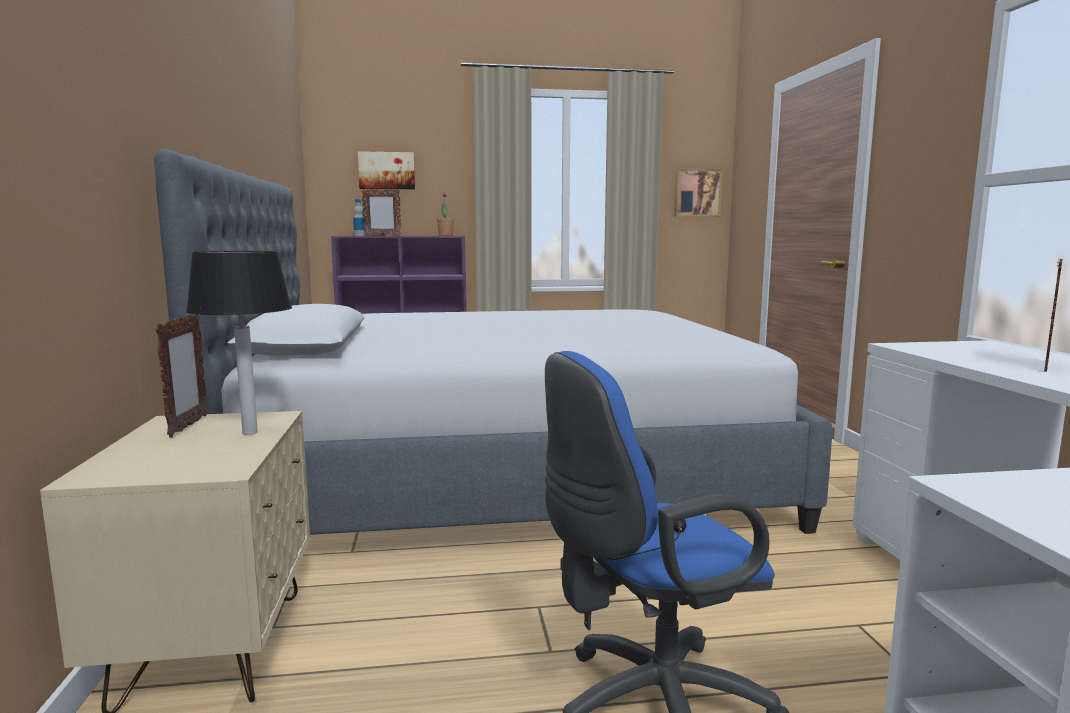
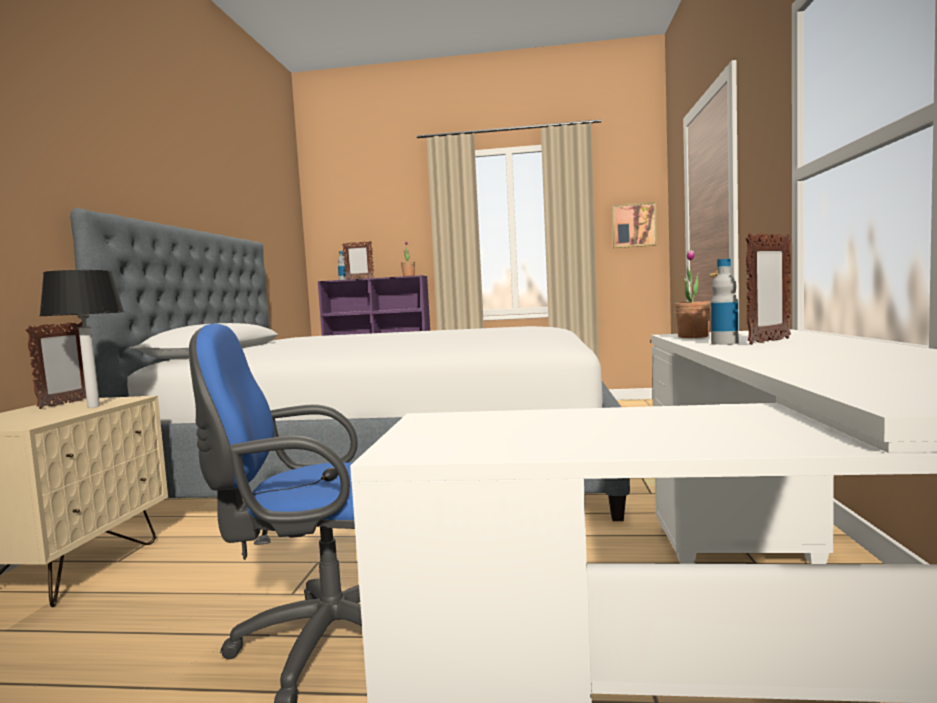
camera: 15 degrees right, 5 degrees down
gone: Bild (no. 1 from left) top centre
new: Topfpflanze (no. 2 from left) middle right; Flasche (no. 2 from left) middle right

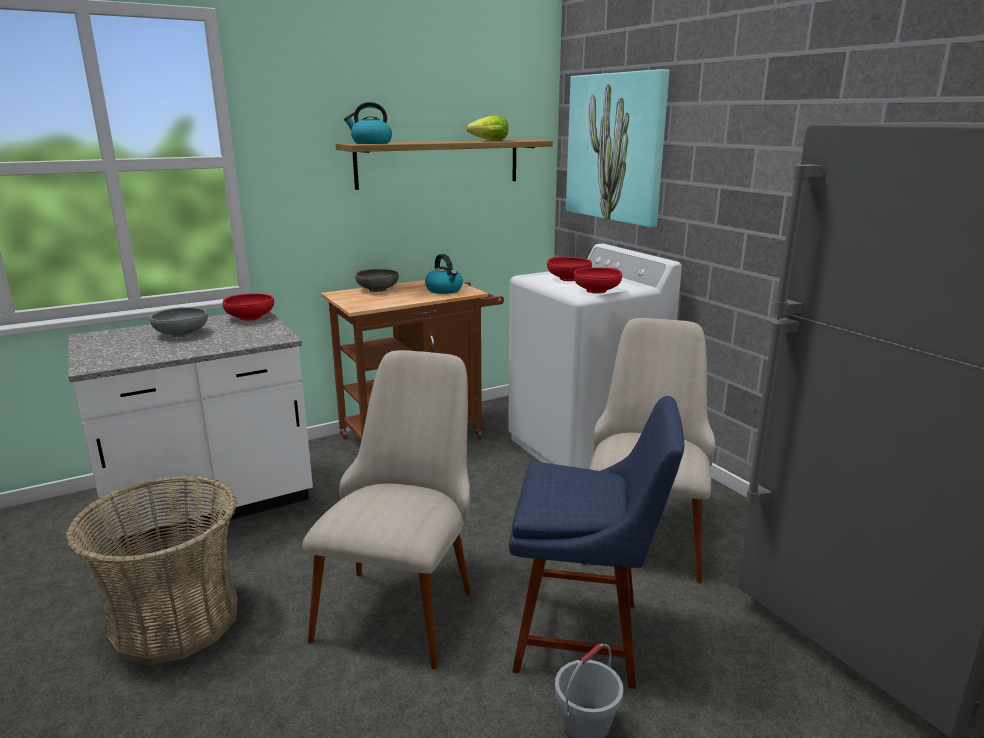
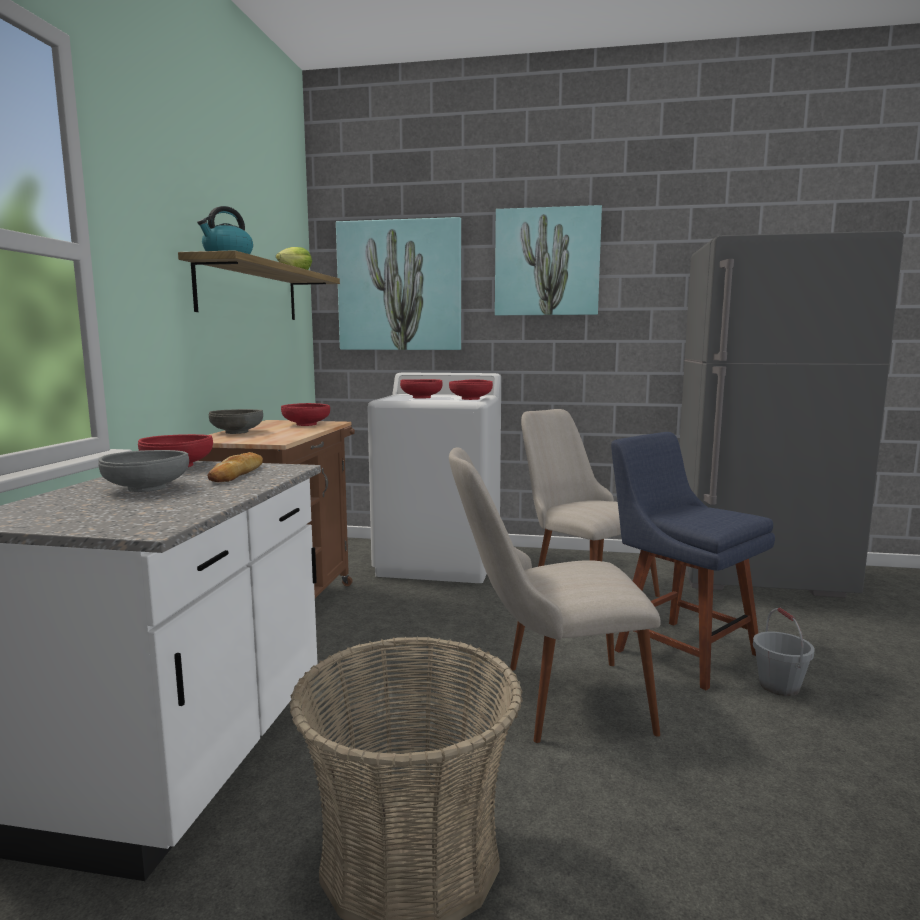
camera: 50 degrees left, 10 degrees down
new: Brot middle left; Bild (no. 2 from left) top centre
swapped: Wasserkessel (no. 2 from left) centre to Schüssel [rot] (no. 2 from left) middle left
rotated: Stuhl [beige] (no. 1 from left) bottom centre = centre 60 degrees counterclockwise; Stuhl [blau] bottom centre = middle right 90 degrees counterclockwise

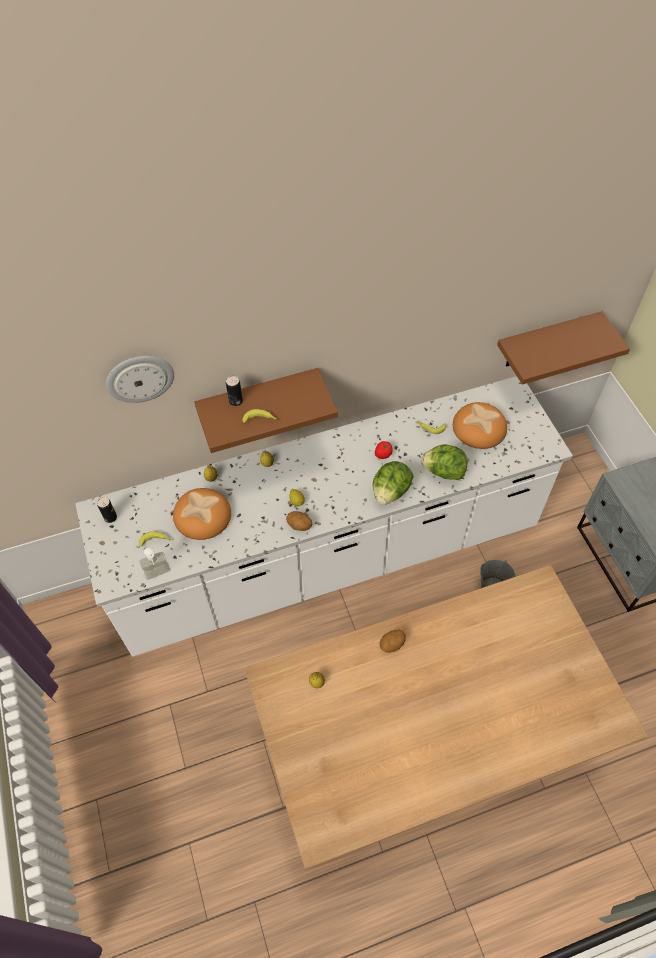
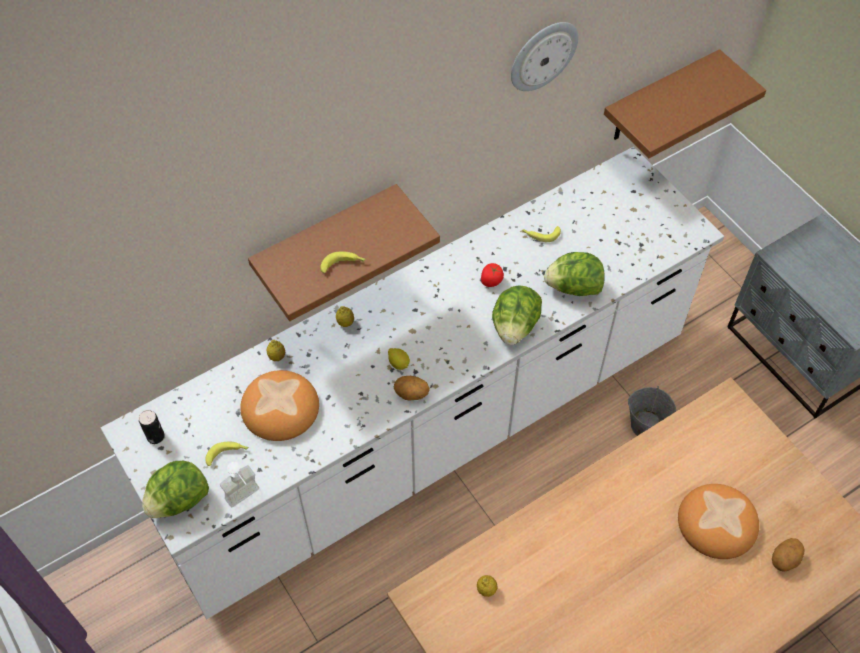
camera: 15 degrees left, 0 degrees up
gone: Dose (no. 2 from left) centre
new: Salatkopf (no. 1 from left) bottom left
shifted: Wanduhr middle left to top centre; Brot (no. 2 from left) middle right to bottom right; Kartoffel (no. 2 from left) bottom centre to bottom right

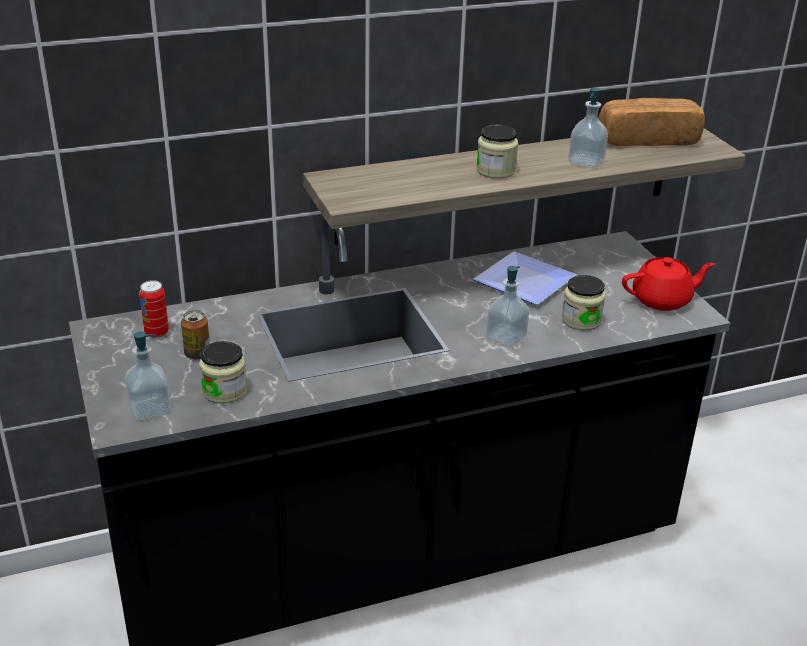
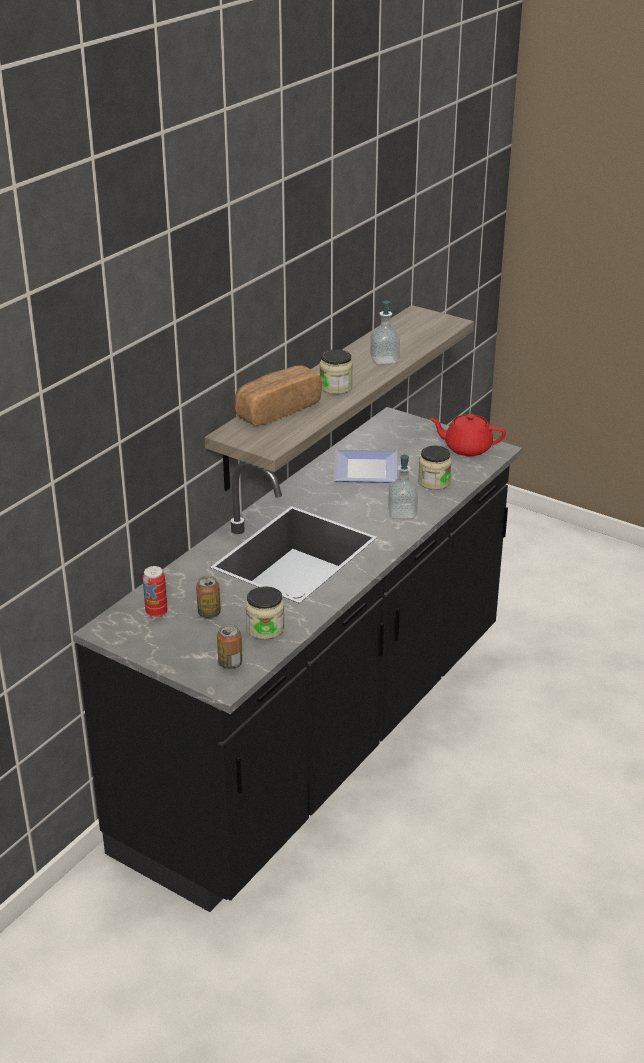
camera: 35 degrees left, 0 degrees up
shifted: Brot top right to centre
swapped: Seifenspender (no. 1 from left) middle left to Dose (no. 3 from left) centre
rotated: Teekanne [rot] middle right = middle right 120 degrees counterclockwise

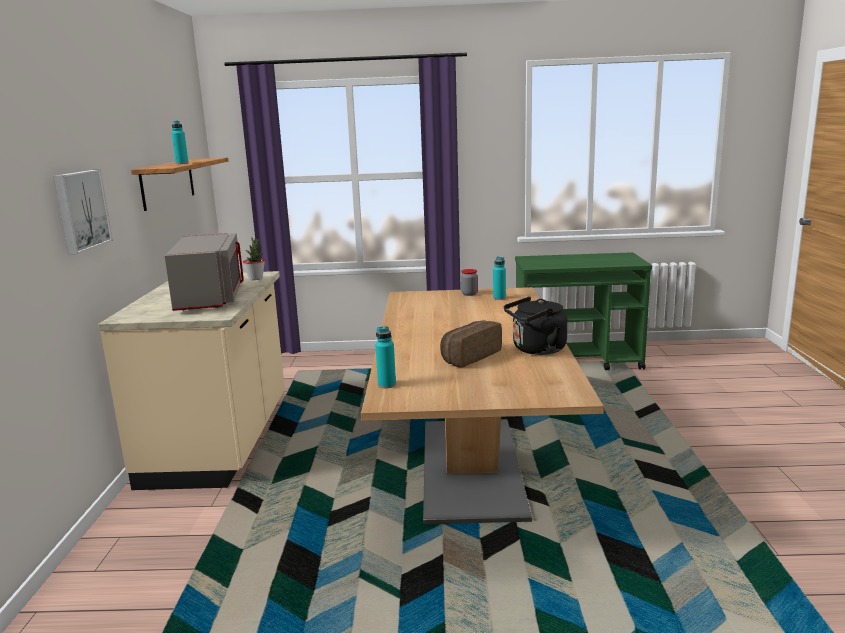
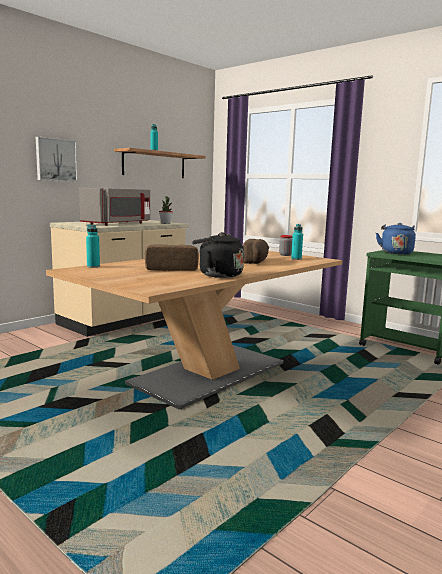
camera: 40 degrees right, 5 degrees down
new: Brot (no. 2 from left) centre; Wasserkessel [blau] middle right

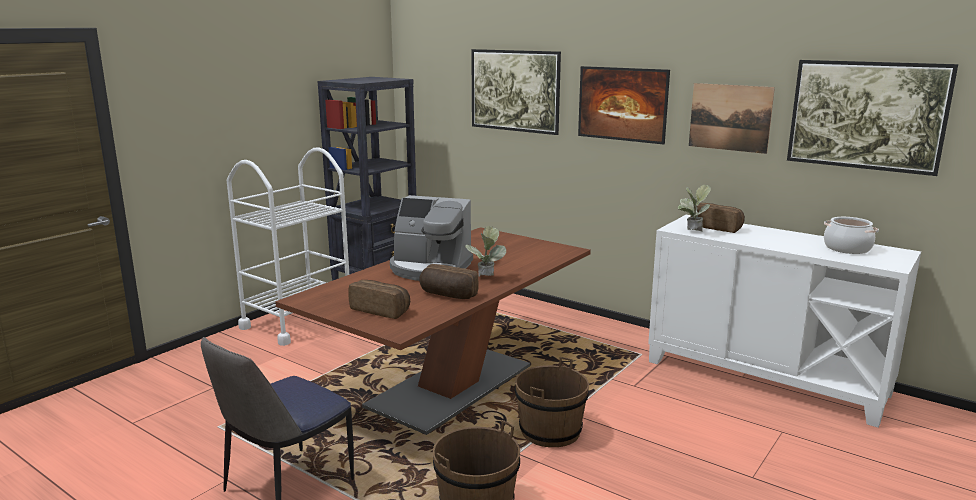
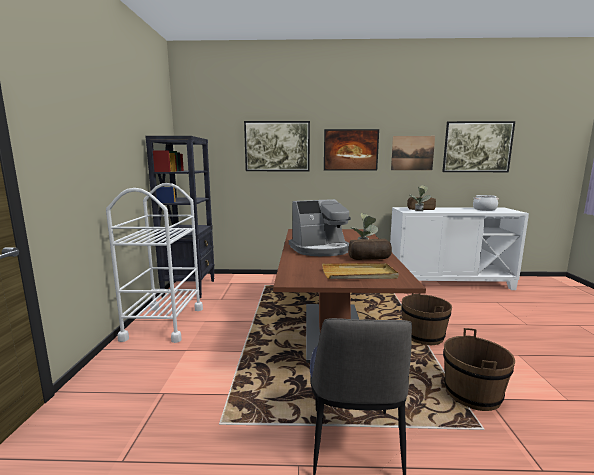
camera: 35 degrees left, 5 degrees down
swapped: Brot (no. 1 from left) centre to Tablett [beige] centre

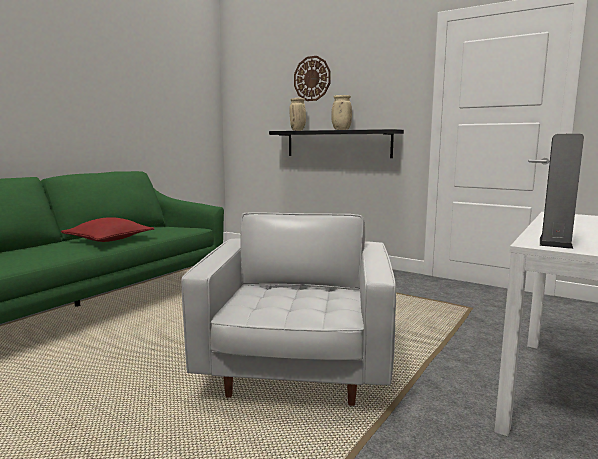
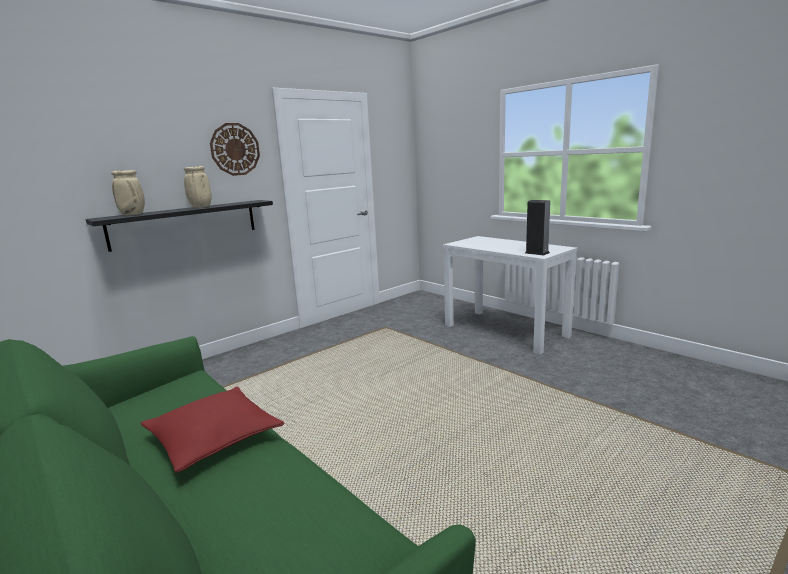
camera: 75 degrees left, 5 degrees up
gone: Sessel [weiß] bottom centre
shifted: Wanduhr top centre to top left

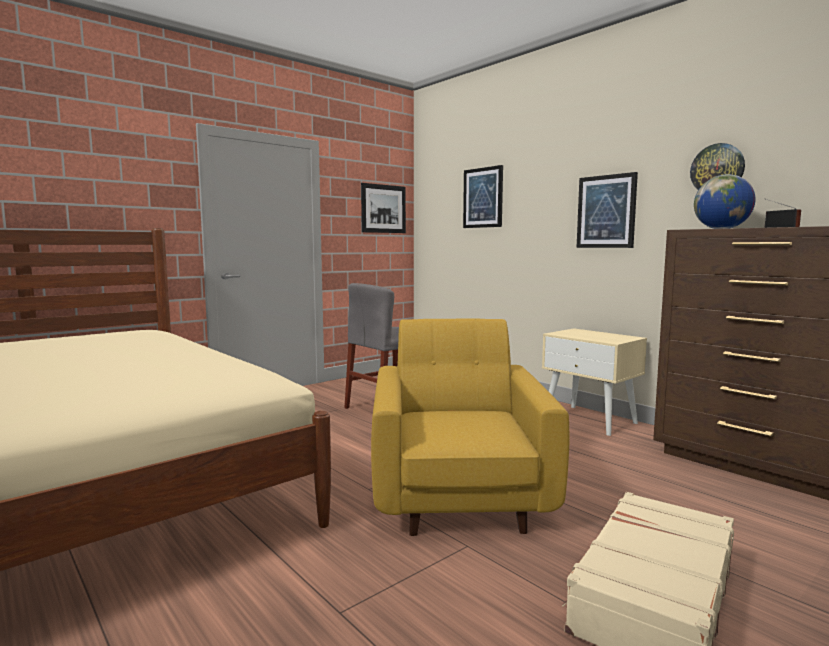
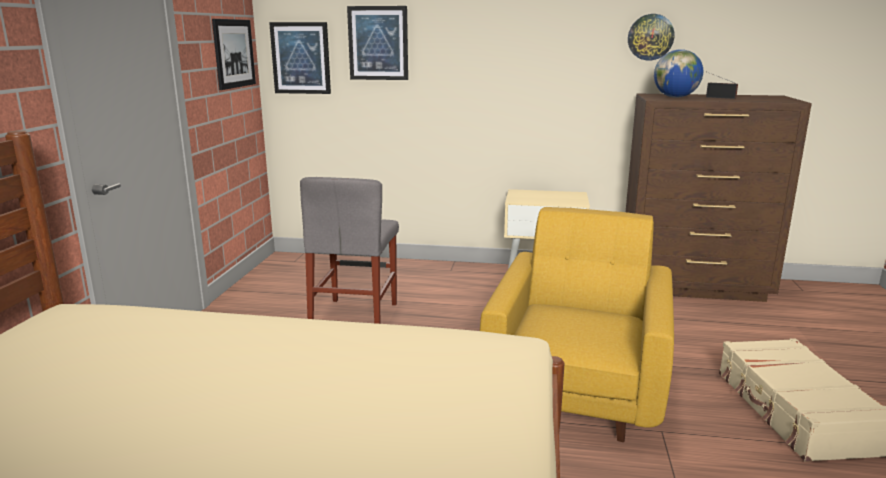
camera: 40 degrees left, 10 degrees up
shifted: Bild (no. 3 from left in the first image) top right to Bild (no. 2 from left) top centre
rotated: Sessel [gelb] centre = bottom centre 60 degrees clockwise

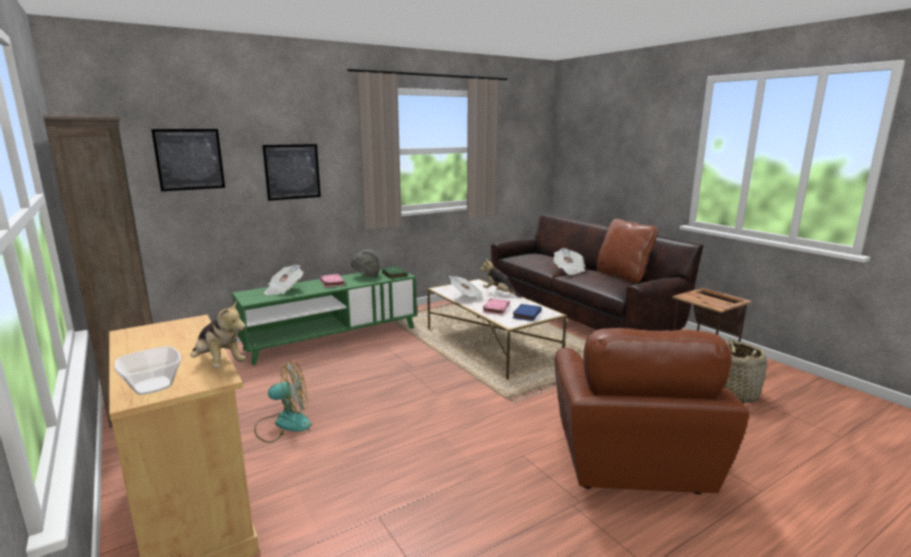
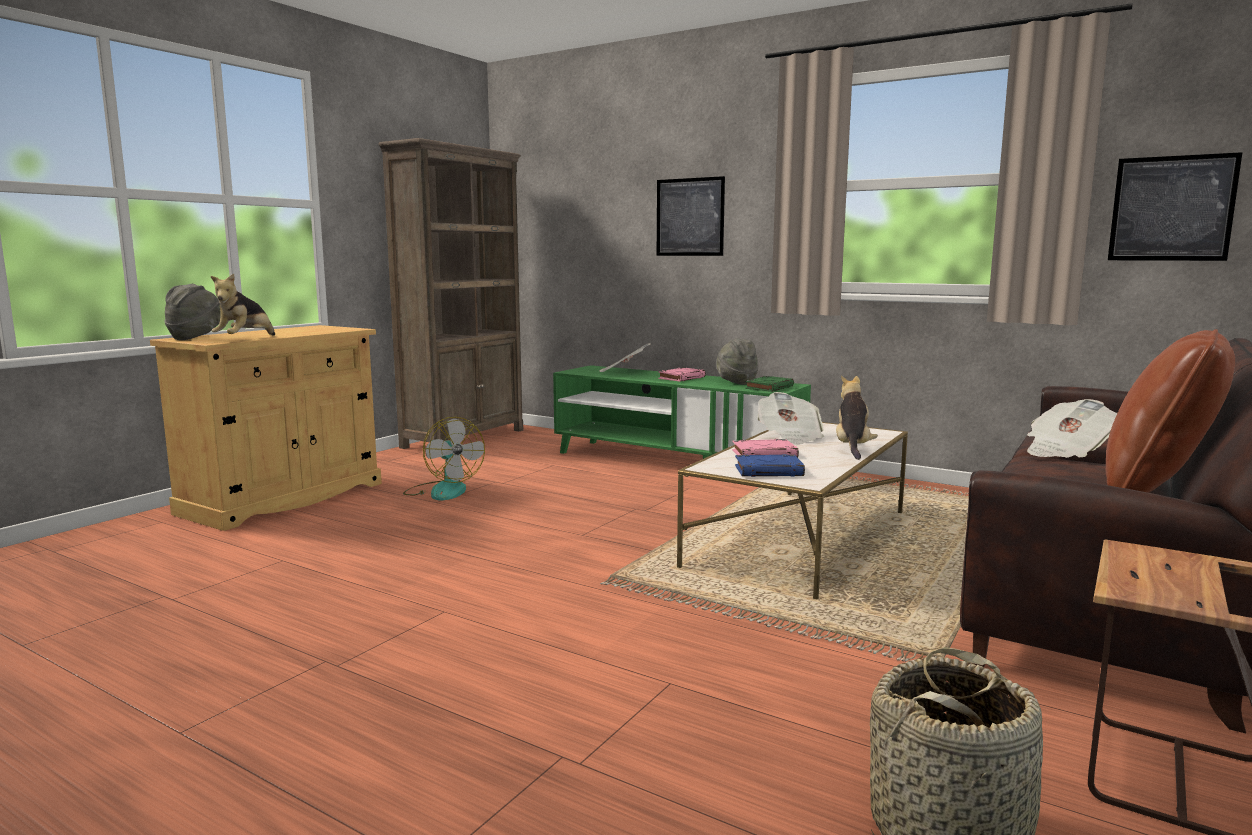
camera: 65 degrees right, 5 degrees down
gone: Sessel [braun] bottom right
shifted: Bild (no. 1 from left in the first image) top left to Bild (no. 2 from left) top right
swapped: Schüssel middle left to Hut [grau] (no. 1 from left) middle left

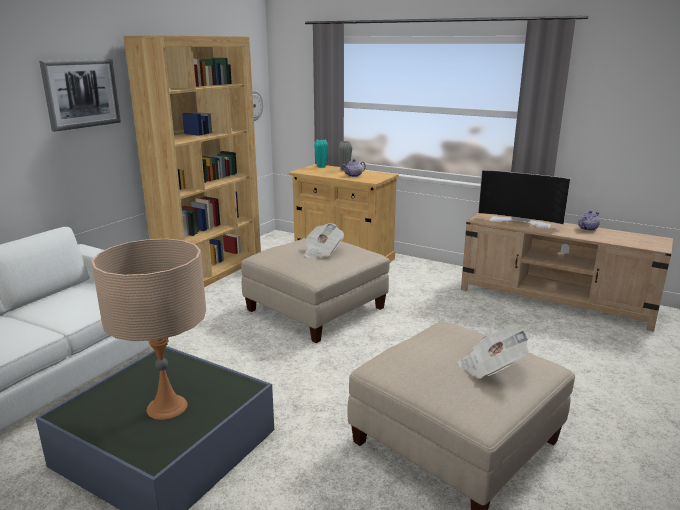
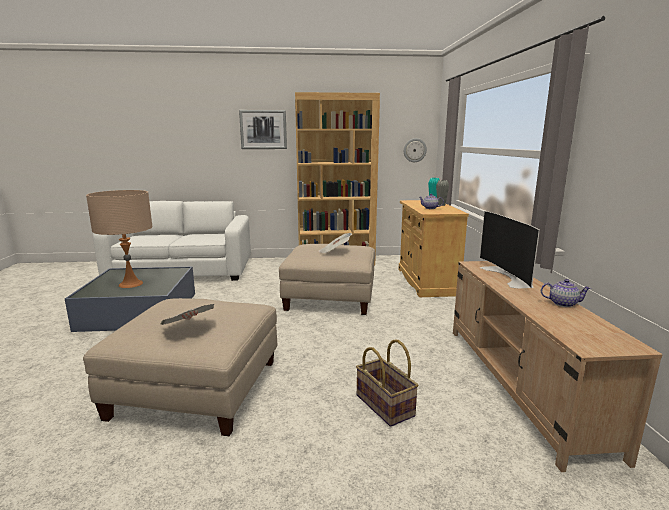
camera: 55 degrees right, 5 degrees down
new: Korb bottom centre

